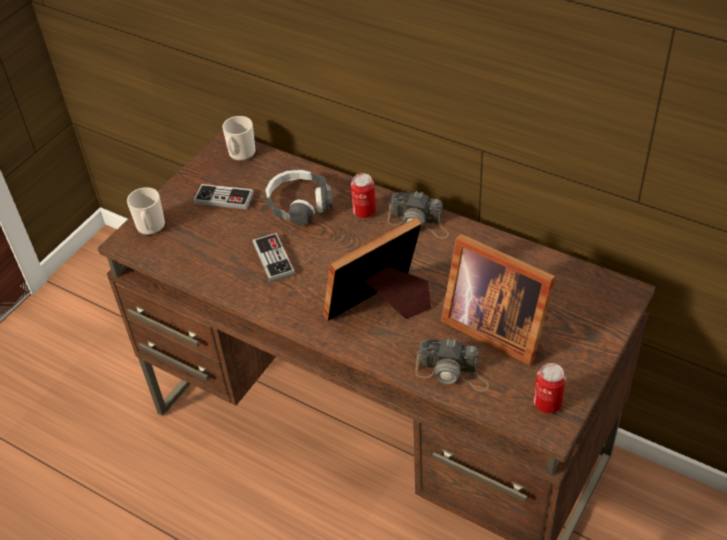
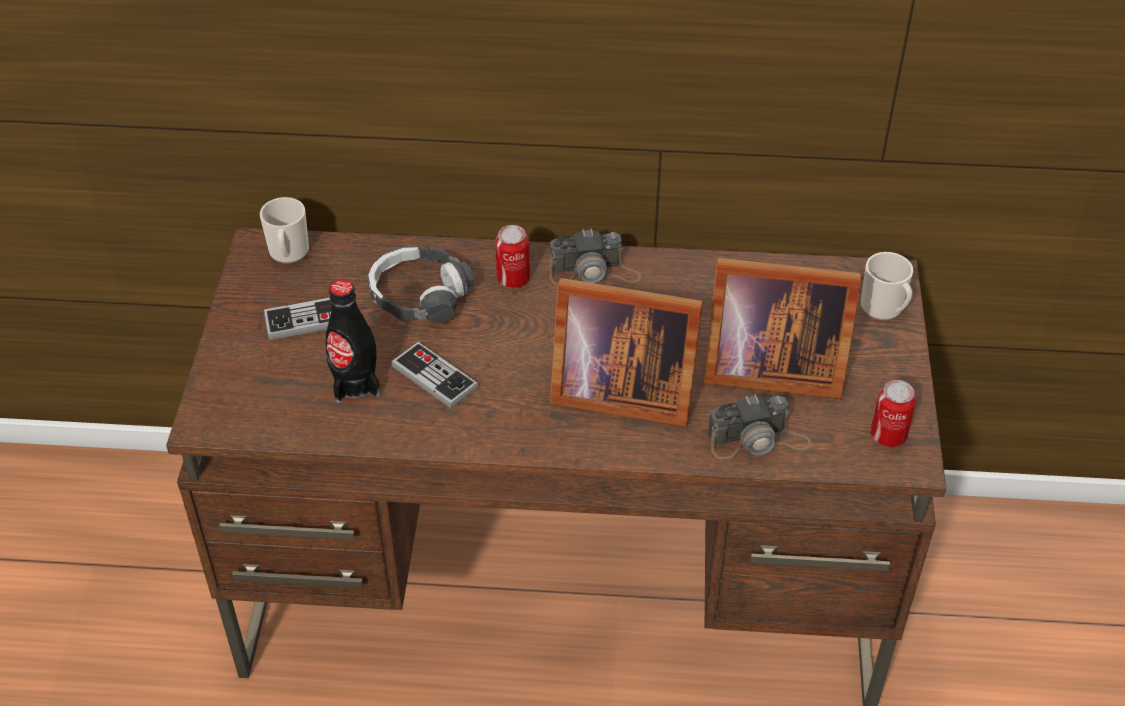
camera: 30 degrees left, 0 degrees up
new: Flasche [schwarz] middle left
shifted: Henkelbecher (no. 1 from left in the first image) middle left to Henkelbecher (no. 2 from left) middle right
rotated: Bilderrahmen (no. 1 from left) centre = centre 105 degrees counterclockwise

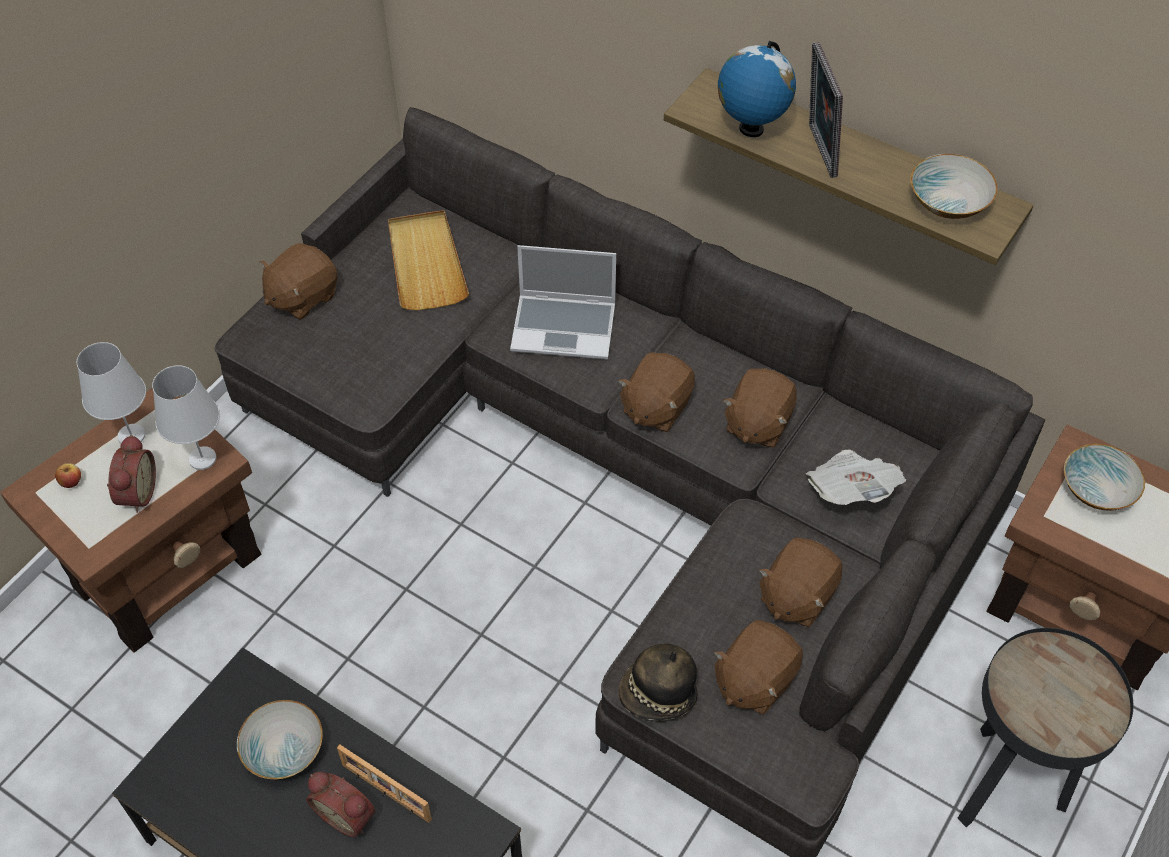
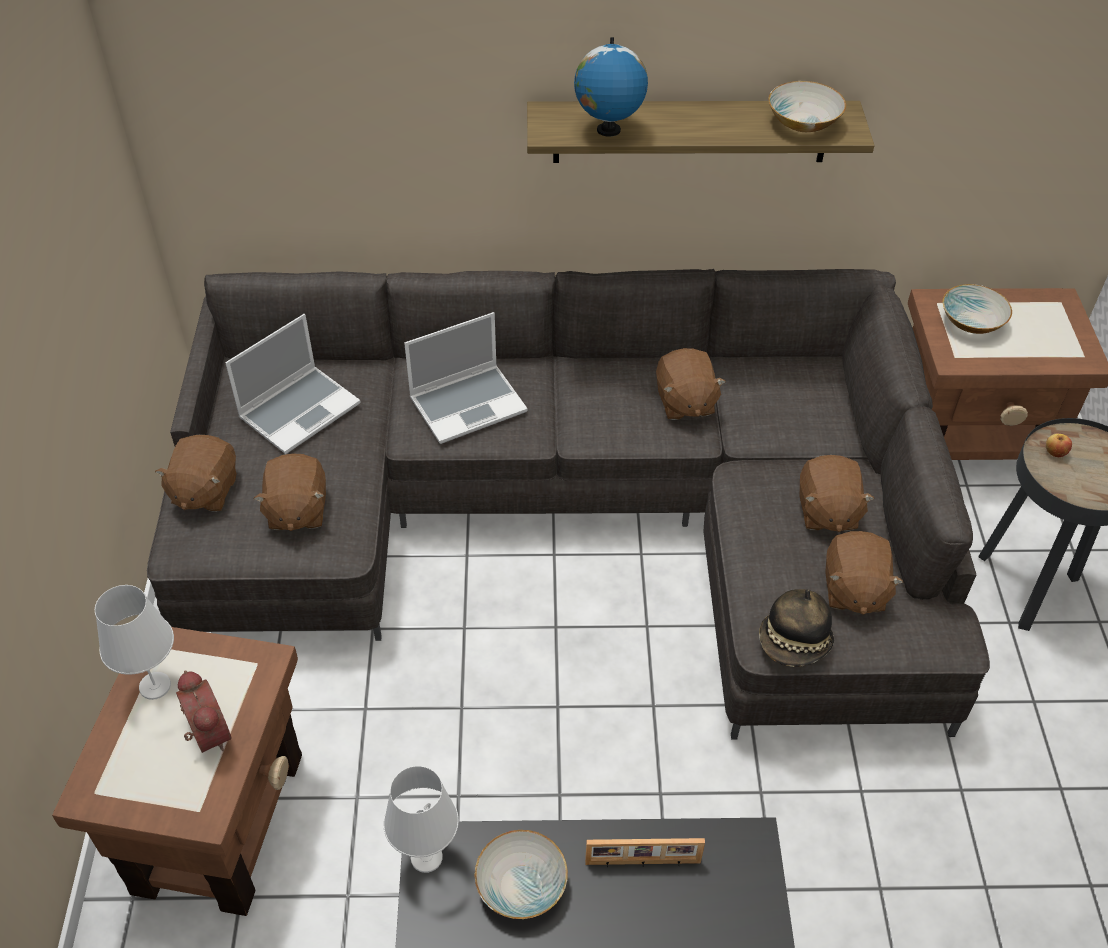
camera: 35 degrees left, 5 degrees down
gone: Wecker (no. 2 from left) bottom left; Zeitung middle right; Bilderrahmen (no. 2 from left) top right
shifted: Plüschtier [braun] (no. 2 from left) centre to middle left; Tischlampe [weiß] (no. 2 from left) middle left to bottom centre; Apfel middle left to middle right
swapped: Tablett [beige] top centre to Laptop (no. 1 from left) middle left

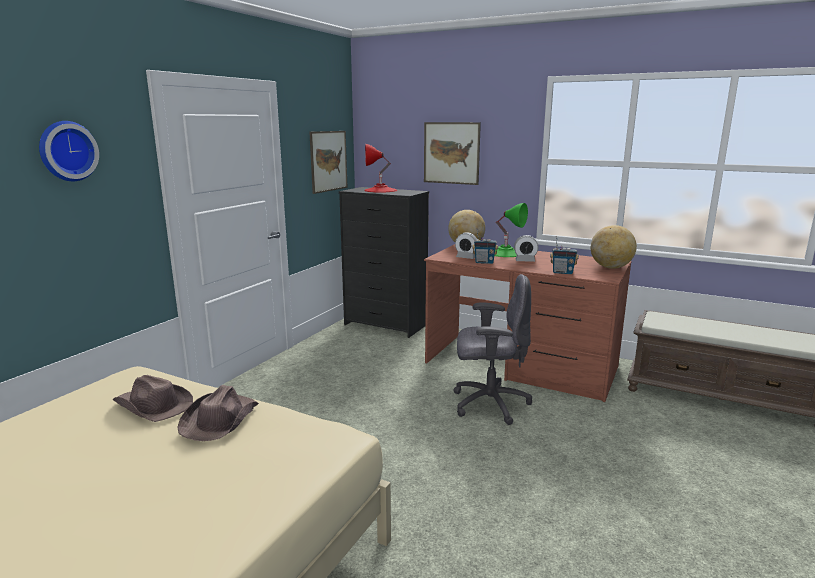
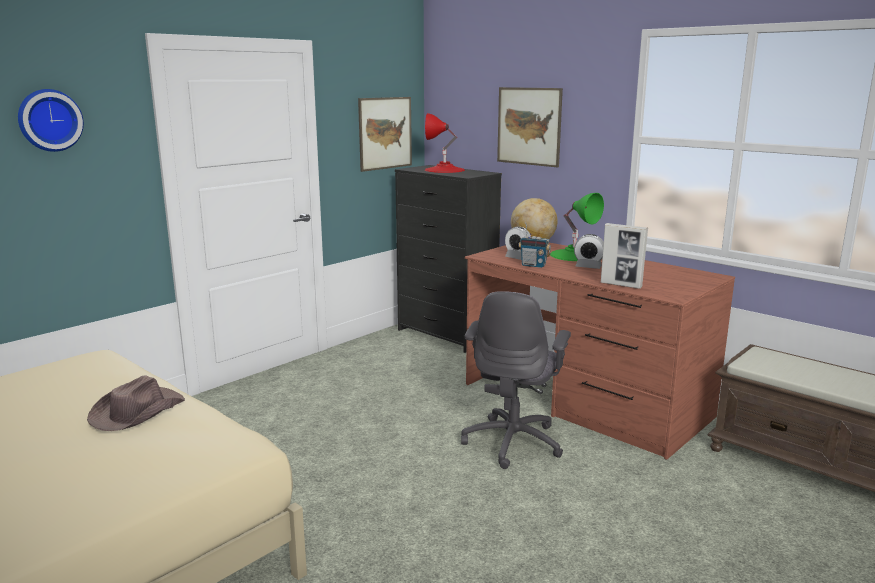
camera: 15 degrees right, 0 degrees up
gone: Hut [braun] (no. 1 from left) bottom left; Globus (no. 2 from left) middle right
swapped: Radio (no. 2 from left) middle right to Bilderrahmen middle right
rotated: Bürostuhl [grau] centre = centre 90 degrees clockwise

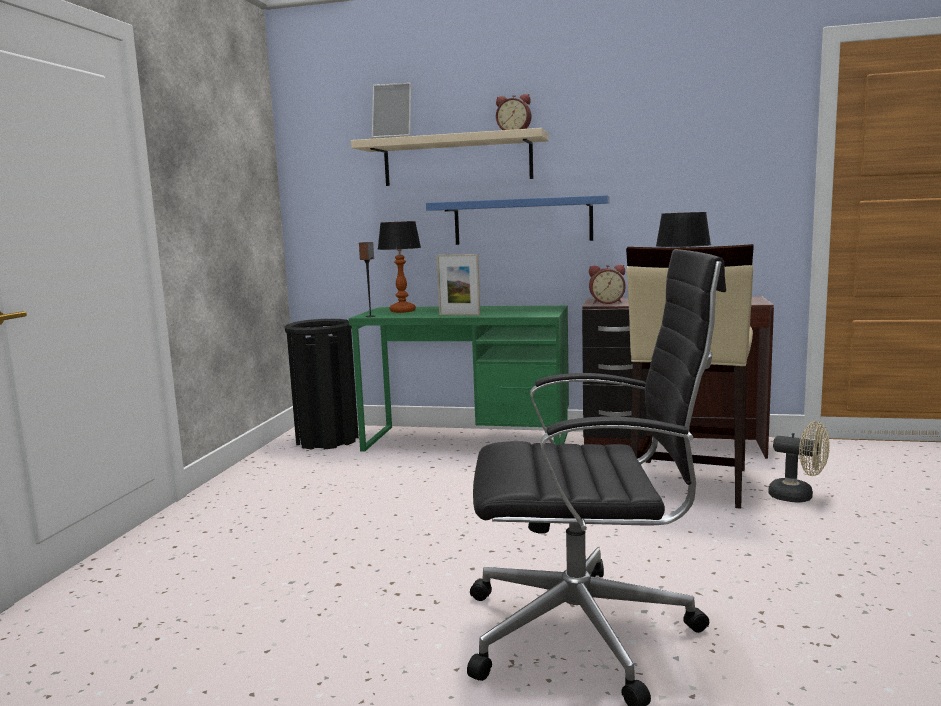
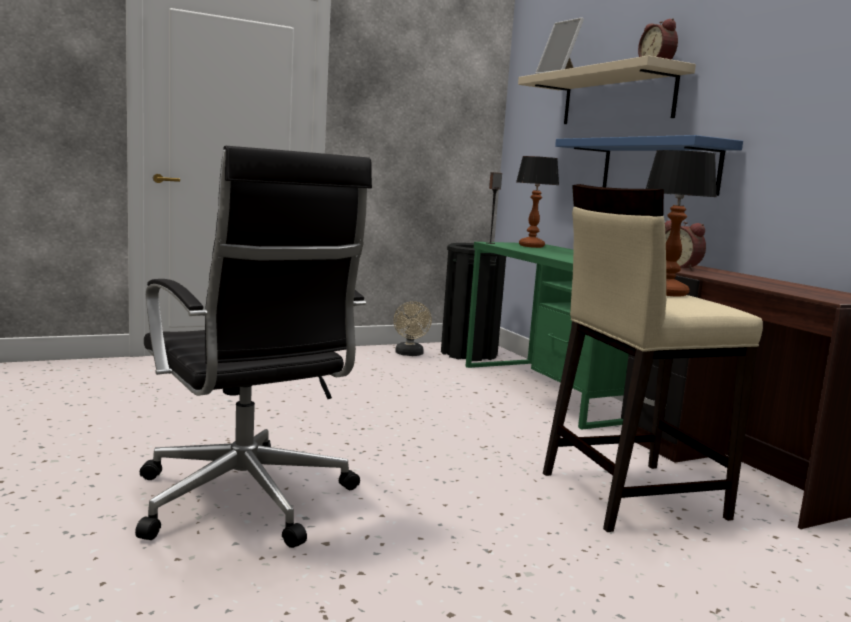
camera: 50 degrees right, 0 degrees up
gone: Bilderrahmen (no. 2 from left) centre
shifted: Ventilator [beige] middle right to centre

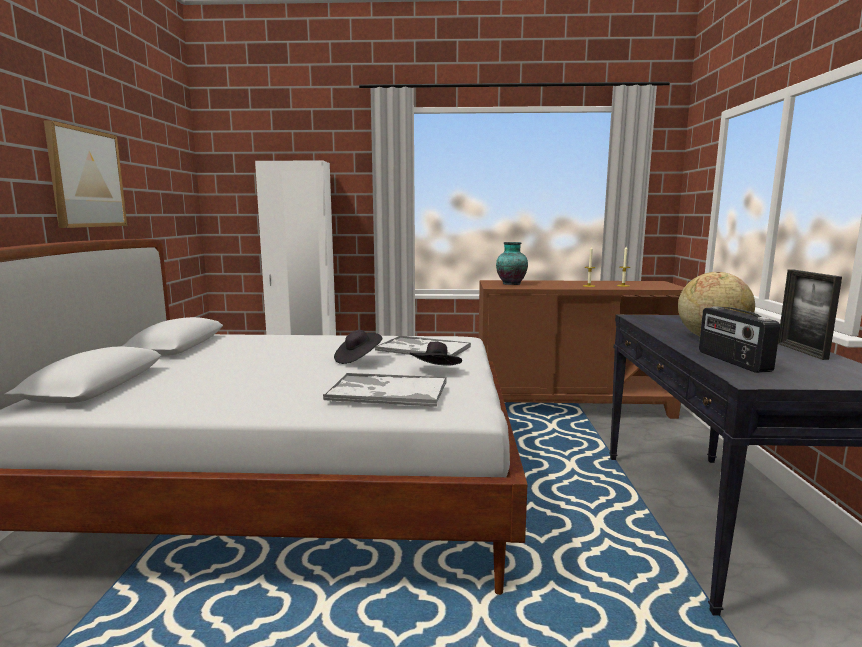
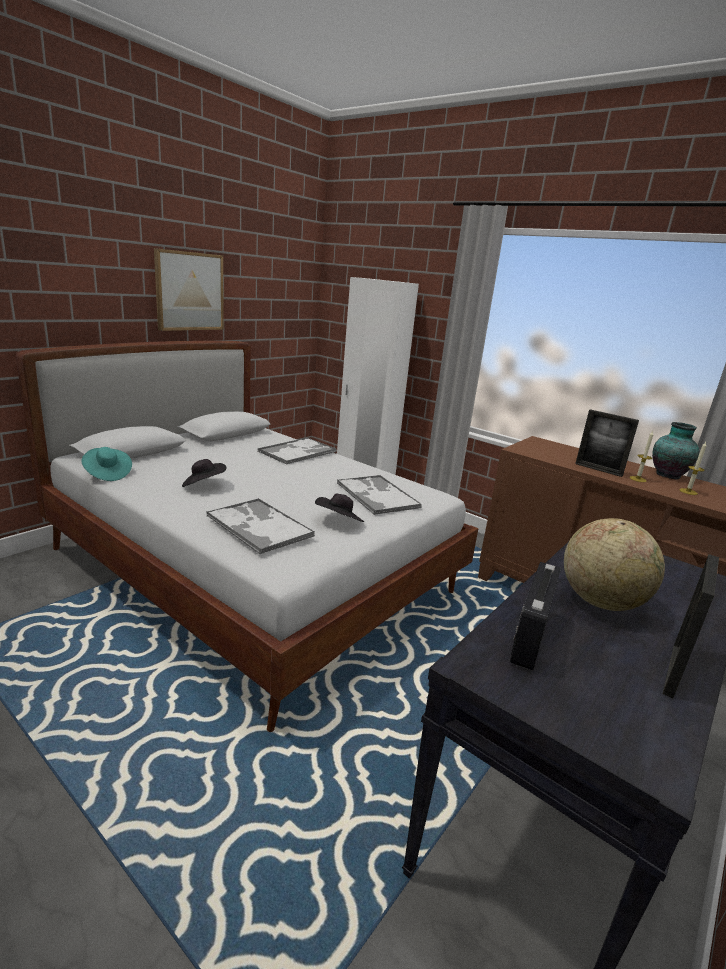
camera: 35 degrees right, 10 degrees up
new: Hut [türkis] middle left; Tablett (no. 2 from left) centre; Bilderrahmen (no. 1 from left) middle right
shifted: Hut [schwarz] (no. 1 from left) centre to middle left; Vase centre to middle right

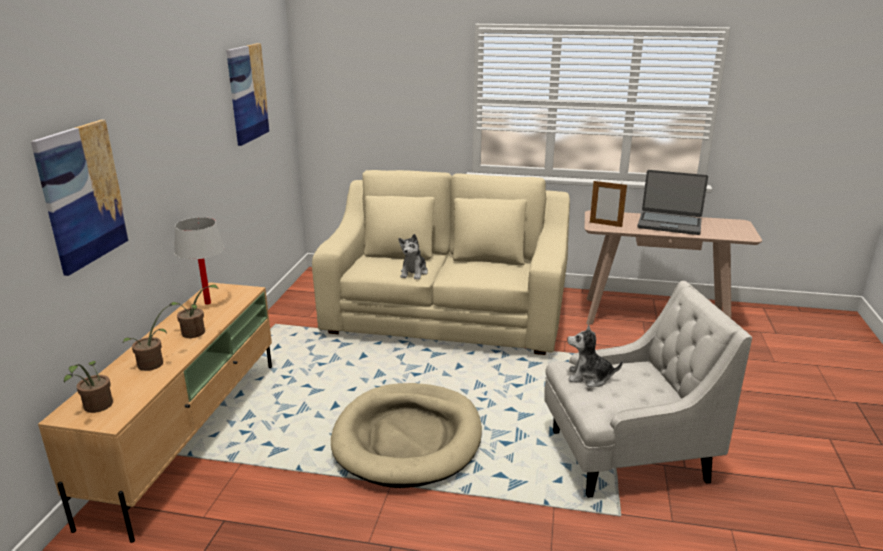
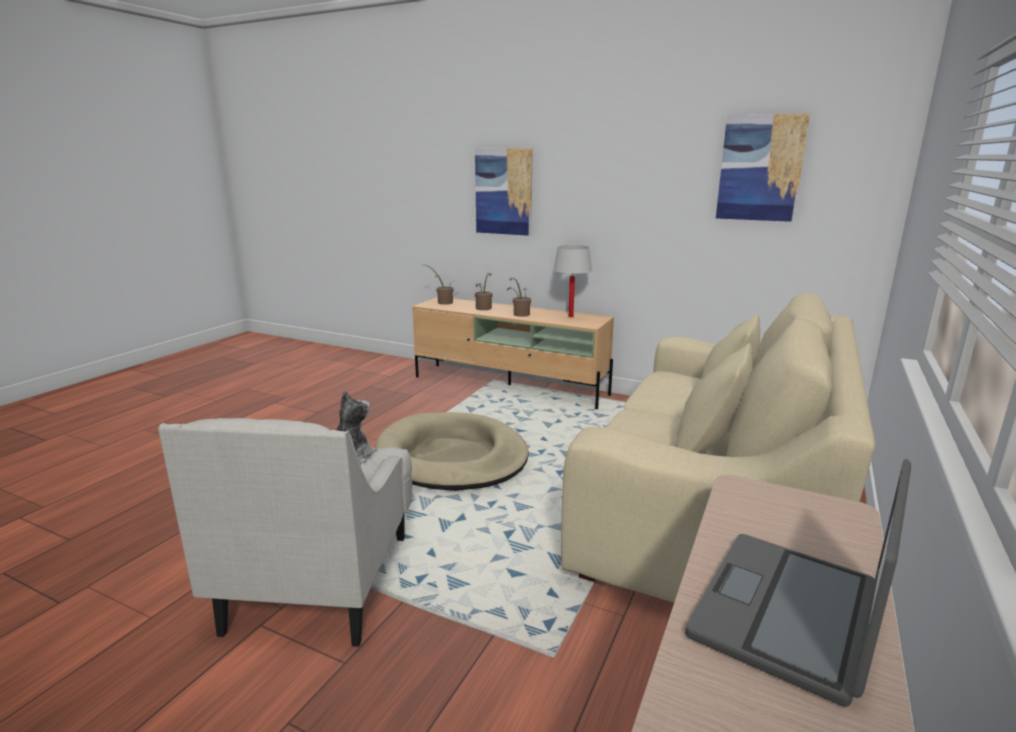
camera: 105 degrees right, 5 degrees down
gone: Plüschtier (no. 1 from left) centre; Bilderrahmen middle right

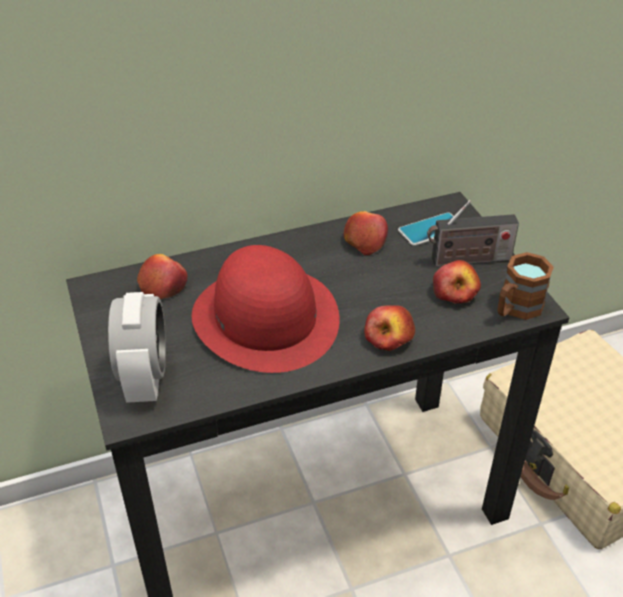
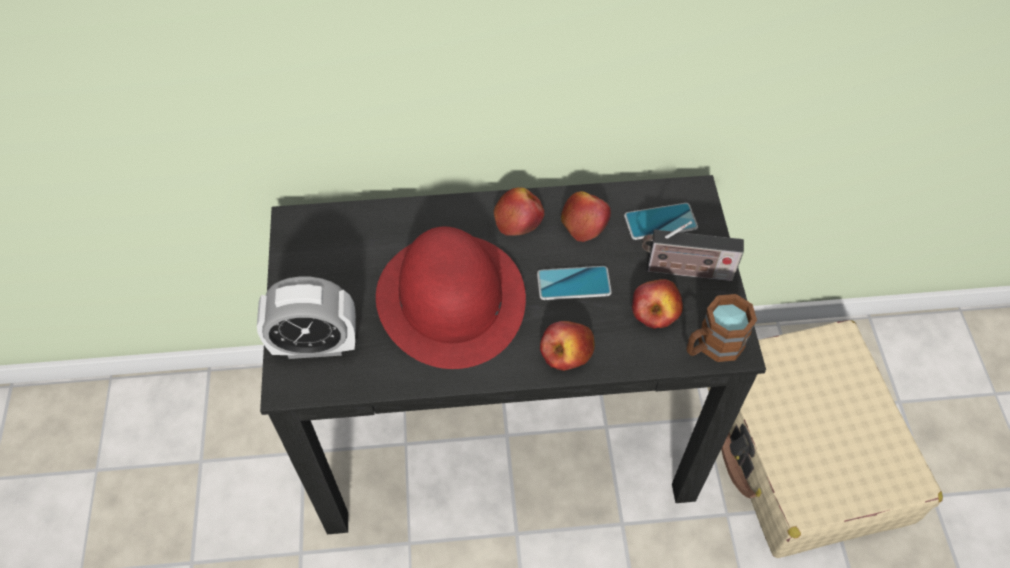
camera: 15 degrees right, 15 degrees up
new: Handy (no. 1 from left) centre
shifted: Apfel (no. 1 from left) middle left to centre
rotated: Wecker middle left = middle left 75 degrees clockwise

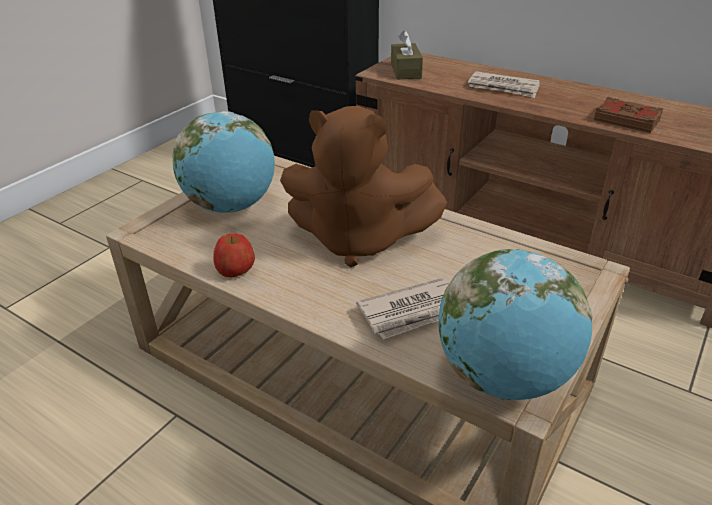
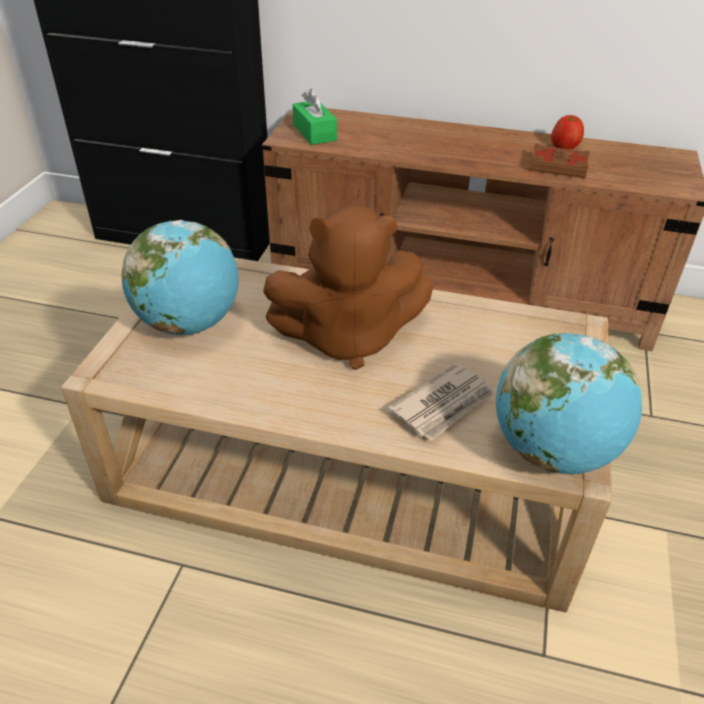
camera: 20 degrees left, 5 degrees up
gone: Zeitung (no. 2 from left) top right
shifted: Apfel middle left to top right
repainted: Taschentuchbox [braun] top centre to Taschentuchbox [grün] top centre

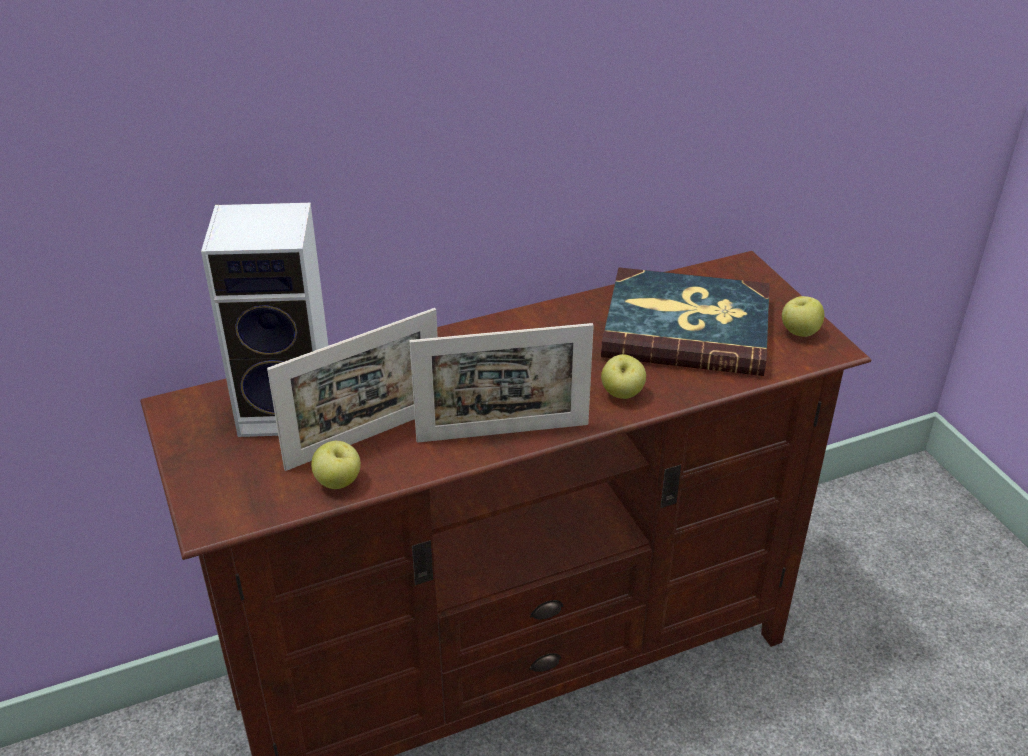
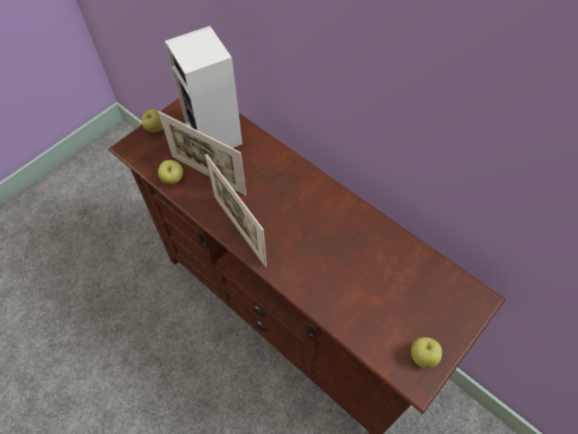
camera: 65 degrees right, 20 degrees up
gone: Buch centre
shifted: Apfel (no. 2 from left in the first image) centre to Apfel (no. 1 from left) top left

